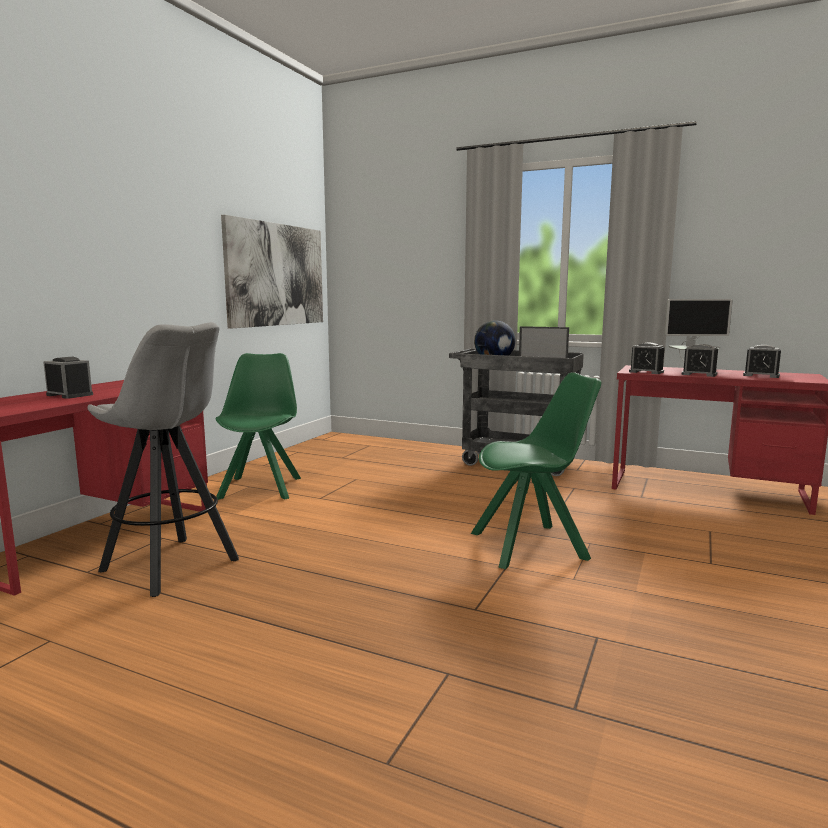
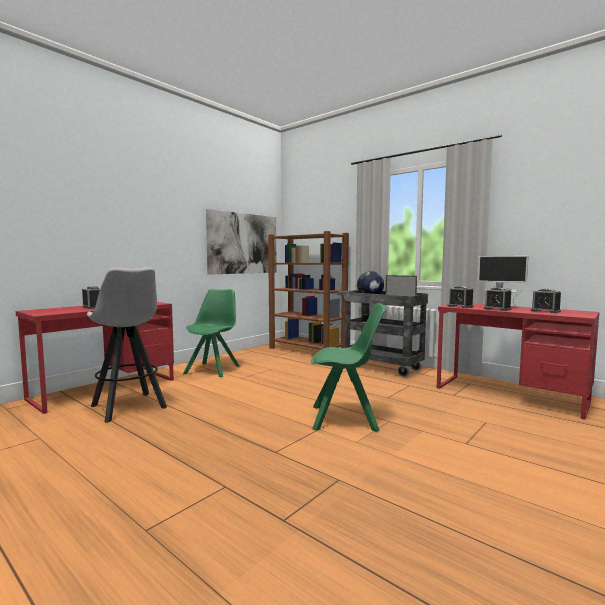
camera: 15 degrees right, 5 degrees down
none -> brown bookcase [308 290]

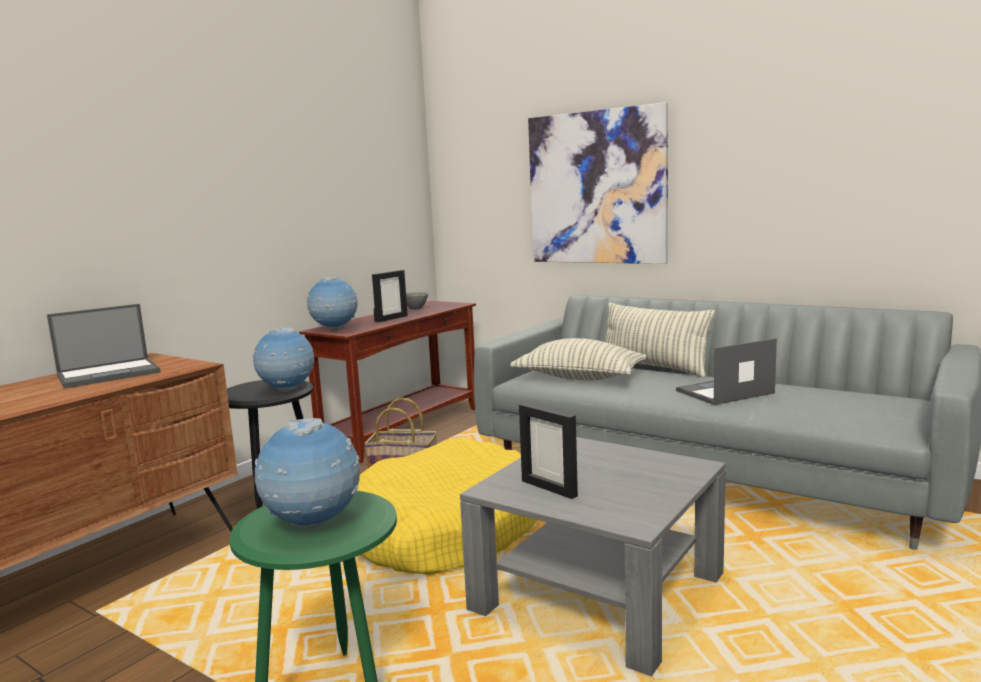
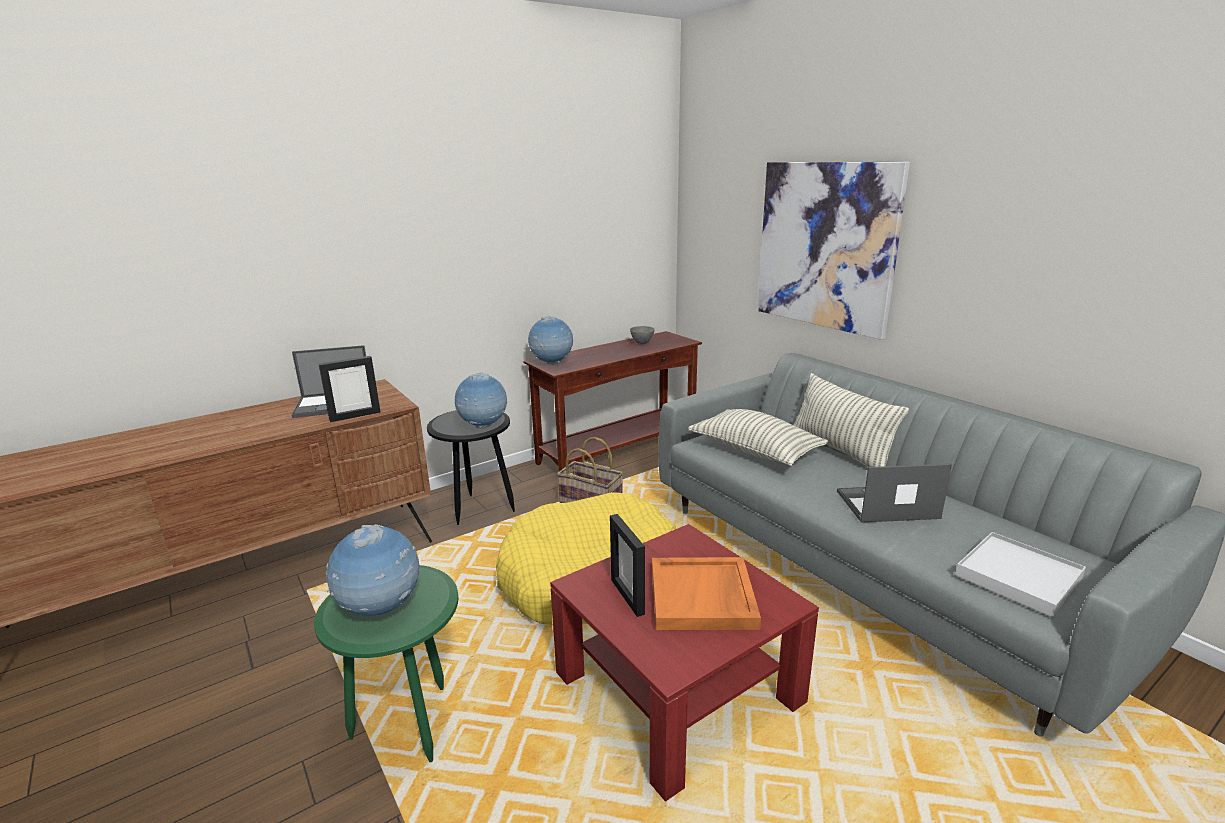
camera: 20 degrees right, 10 degrees up
picture frame [390 296] -> picture frame [350 389], move
grey coffee table [593 556] -> red coffee table [684 662]
none -> orange tray [706 593]
none -> white tray [1020 574]

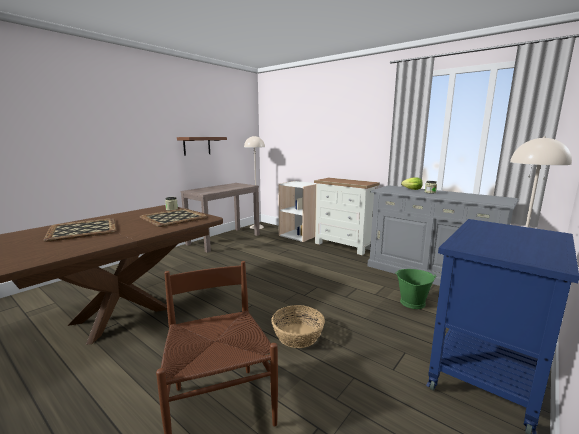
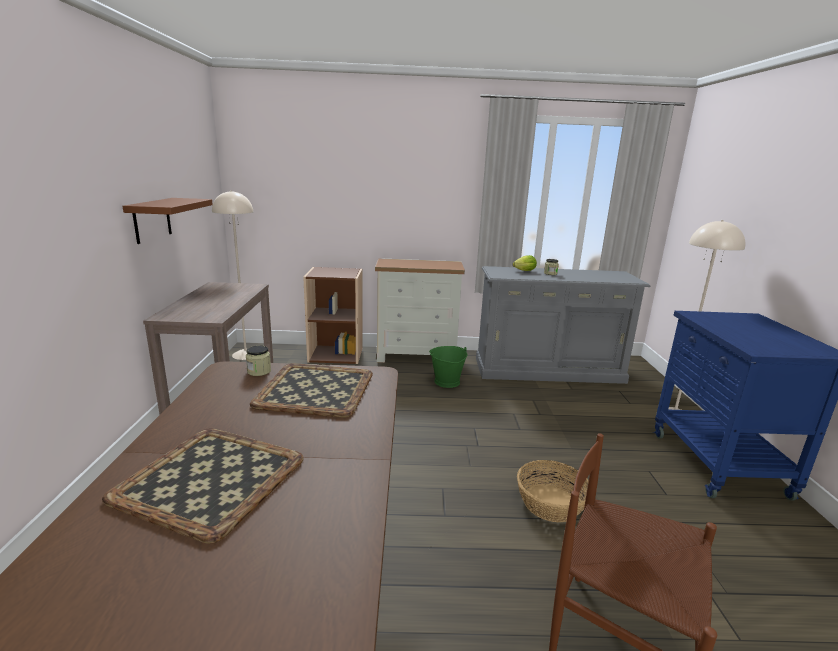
camera: 40 degrees left, 5 degrees up
white bookcase [297 211] -> brown bookcase [333 315]
green bucket [415 289] -> green bucket [448 367], move

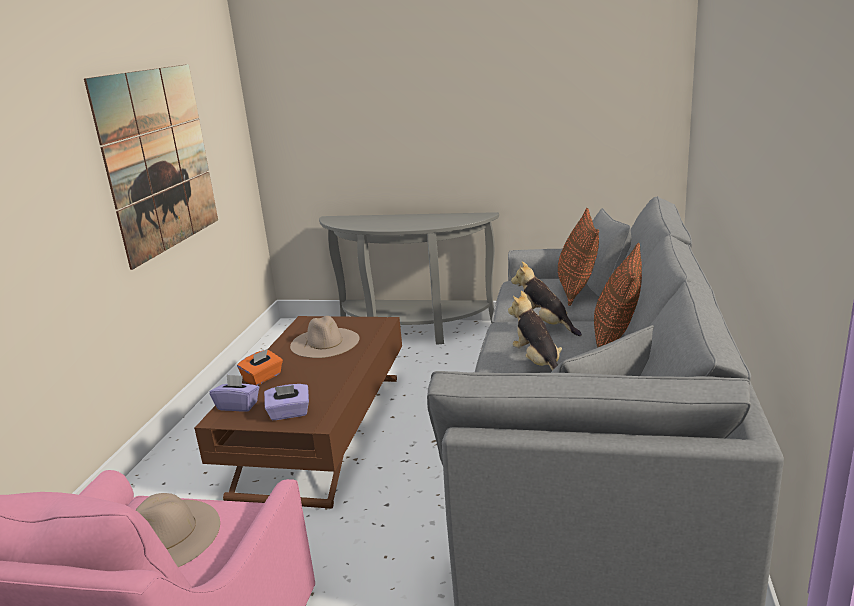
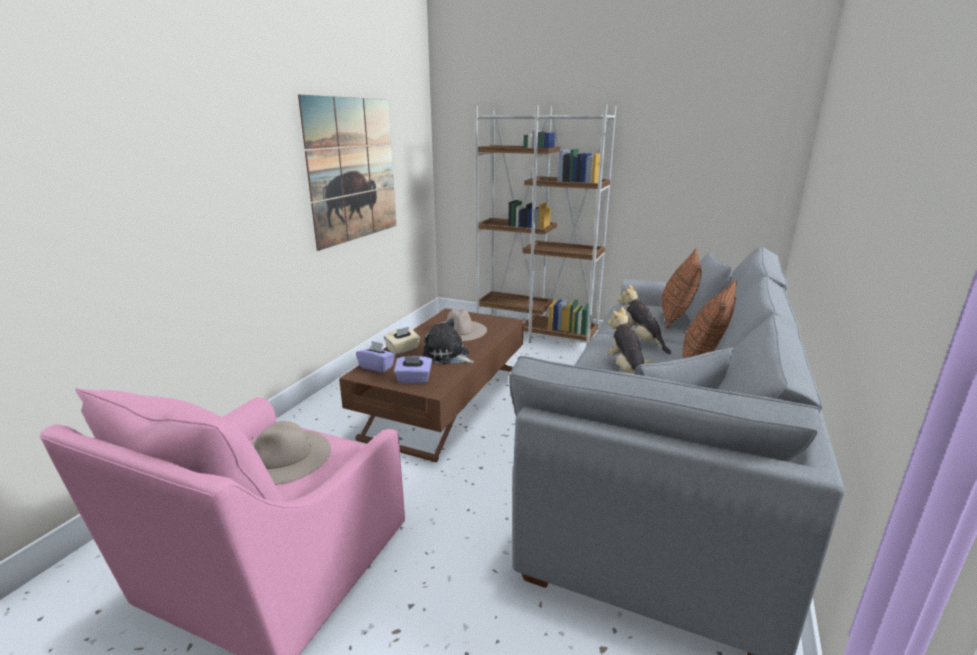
camera: 10 degrees right, 0 degrees up
orange tissue box [260 367] -> beige tissue box [402 340]
none -> plush toy [448 341]
grey console table [409 278] -> brown bookcase [546 225]

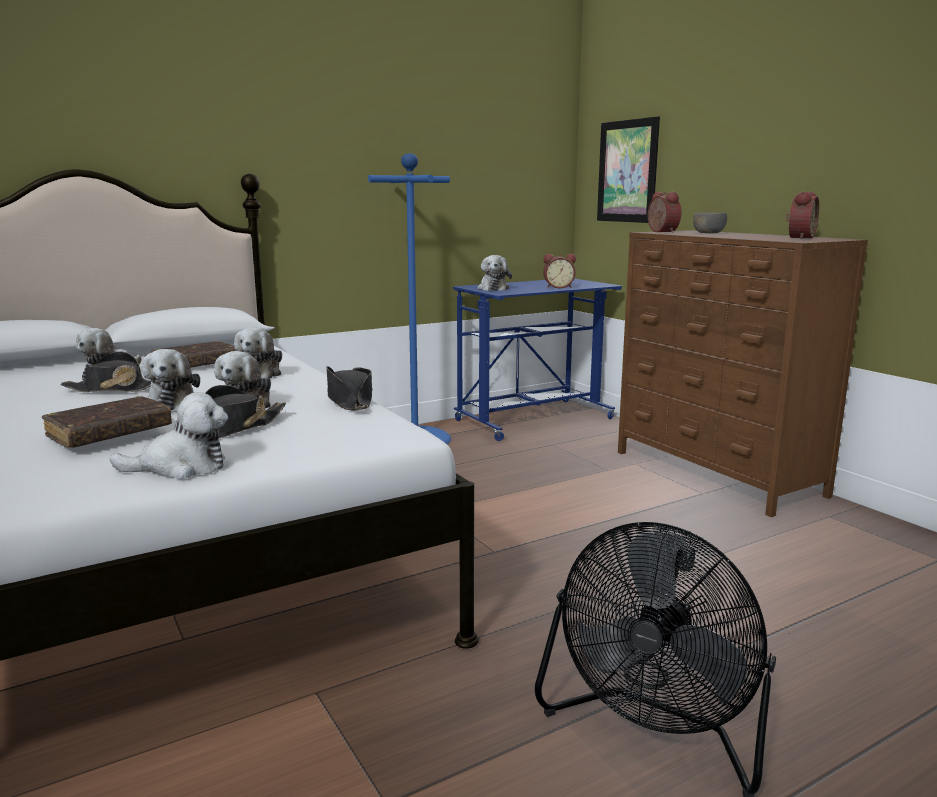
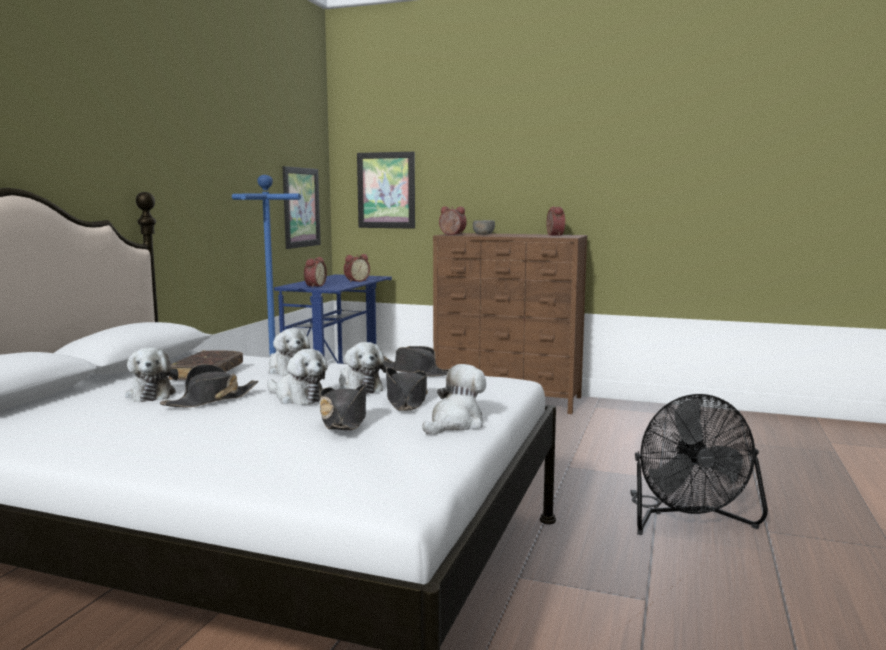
camera: 40 degrees left, 5 degrees down
none -> picture [302 207]
plush toy [494 273] -> alarm clock [315 272]
brown book [107 422] -> black hat [343 406]

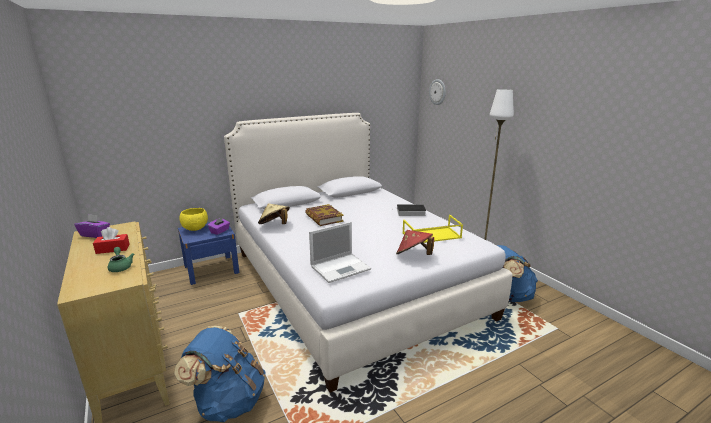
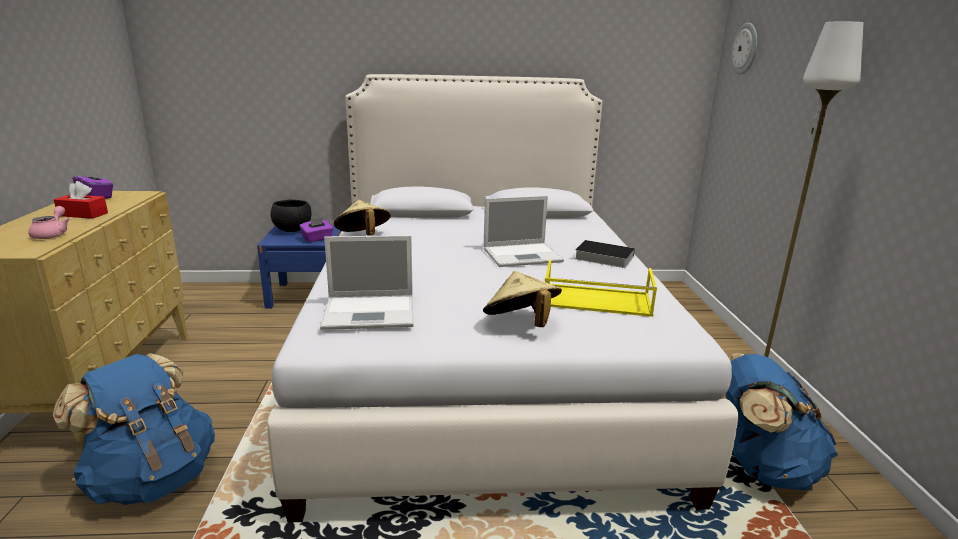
camera: 25 degrees right, 0 degrees up
green teapot [121 259] -> pink teapot [49 222]
yellow bowl [193 219] -> black bowl [291 216]
red hat [415 242] -> beige hat [522 299]
none -> laptop [524 231]
book [324 215] -> none

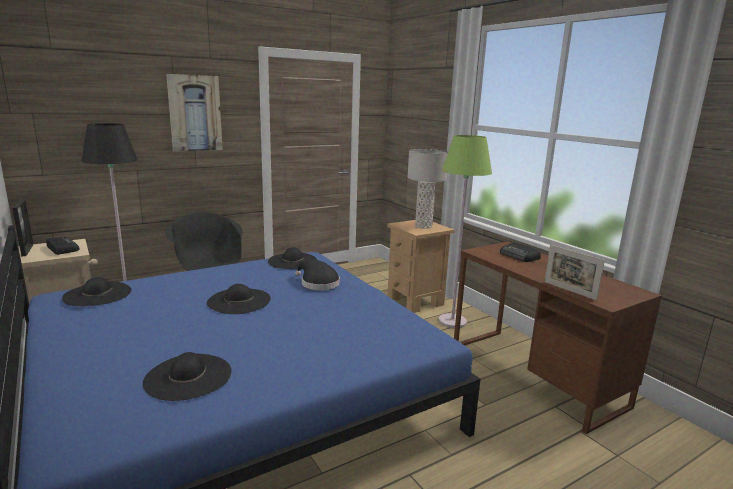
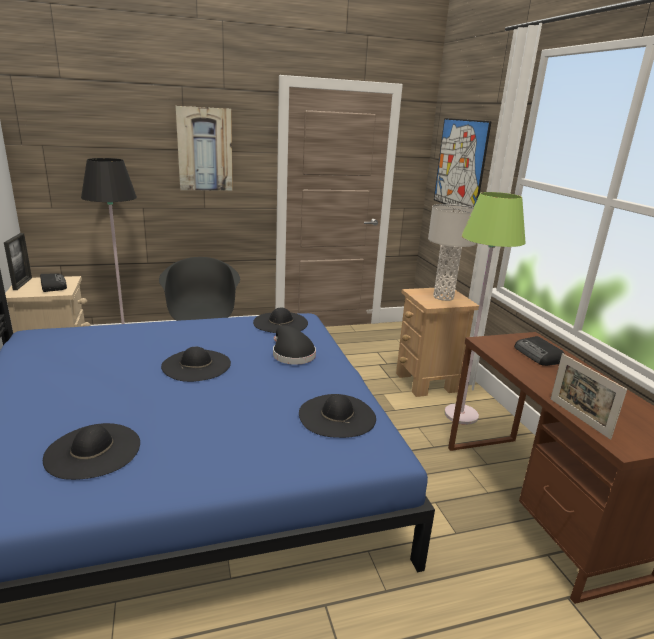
camera: 15 degrees right, 5 degrees up
black hat [96 291] -> black hat [337 416], move
none -> picture [463 162]

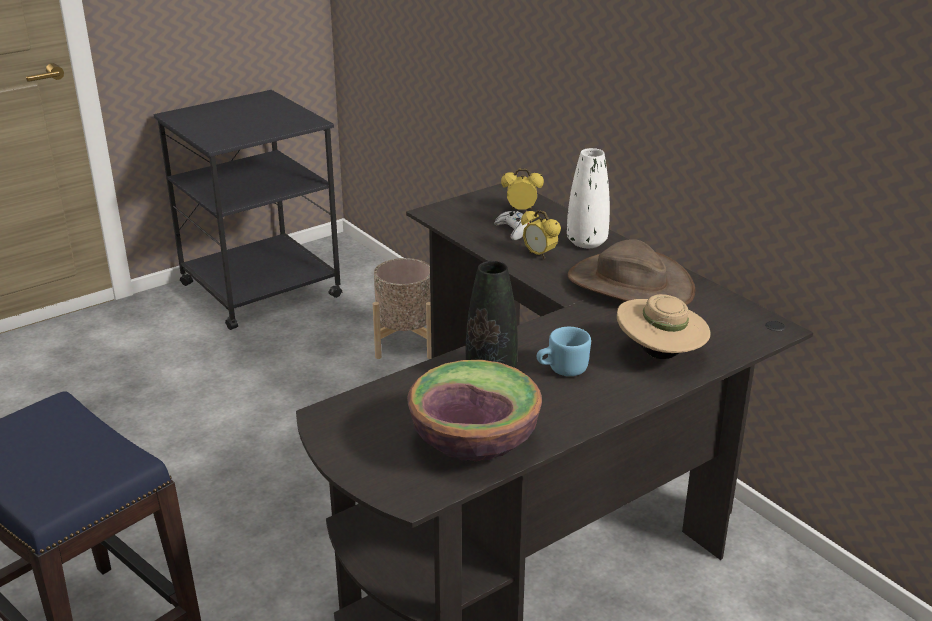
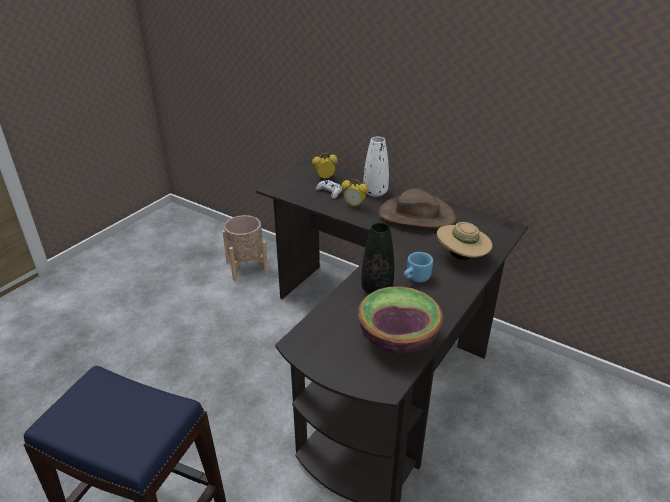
camera: 20 degrees left, 5 degrees up
black cart [248 210] -> none

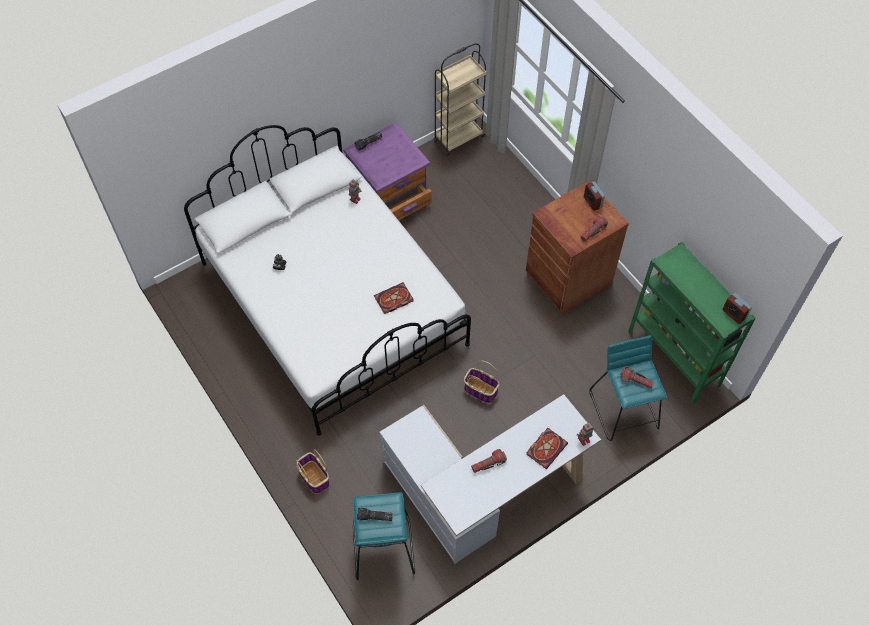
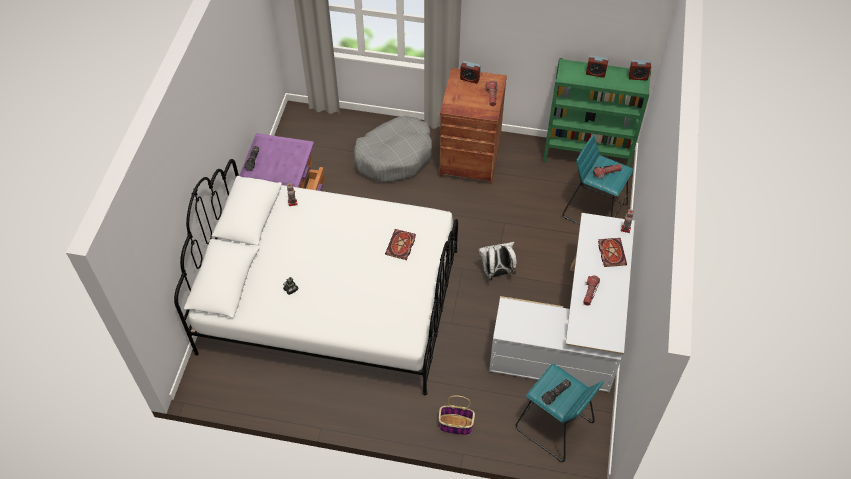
camera: 45 degrees left, 5 degrees down
none -> grey dog bed [393 149]
basket [482 381] -> white backpack [498 261]
none -> alarm clock [597 66]
beige cart [460 99] -> none

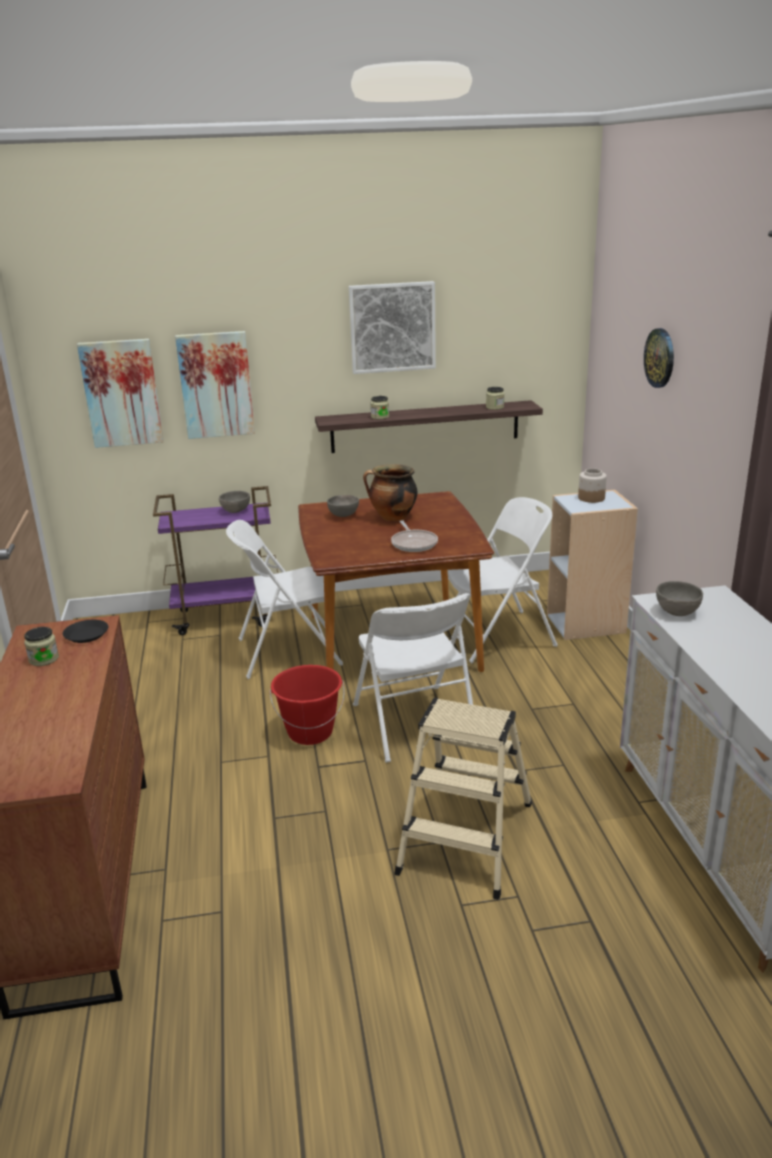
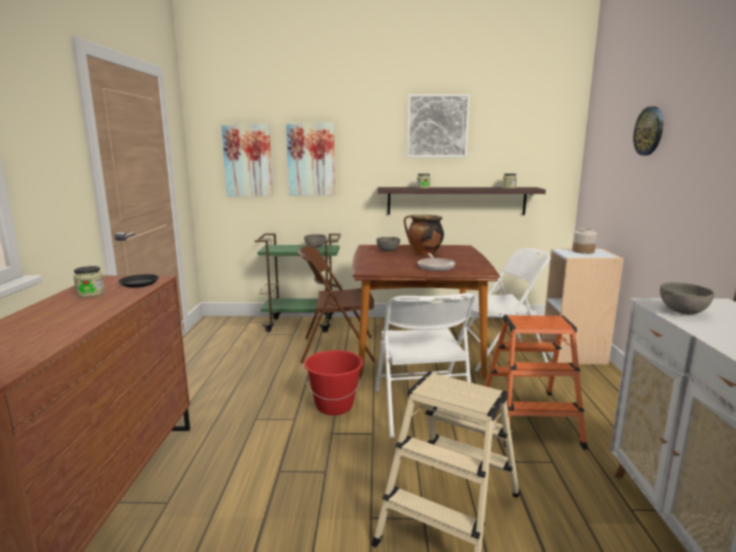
camera: 10 degrees right, 10 degrees down
purple cart [215 560] -> green cart [298 283]
white chair [284 599] -> brown chair [336 305]
none -> orange step ladder [536 382]

